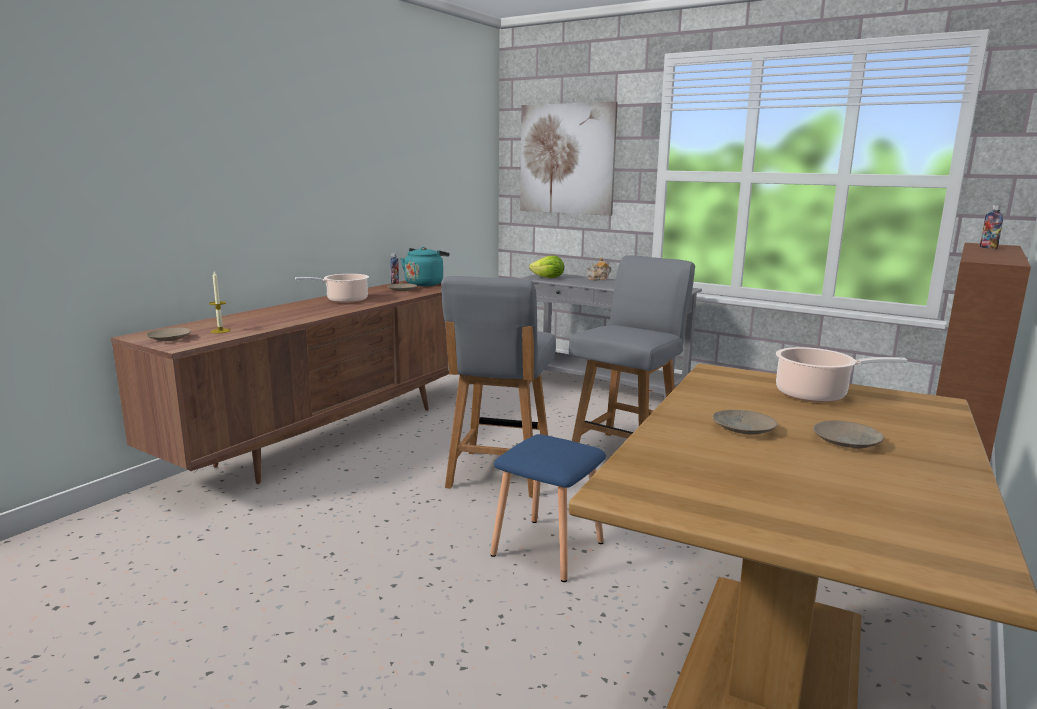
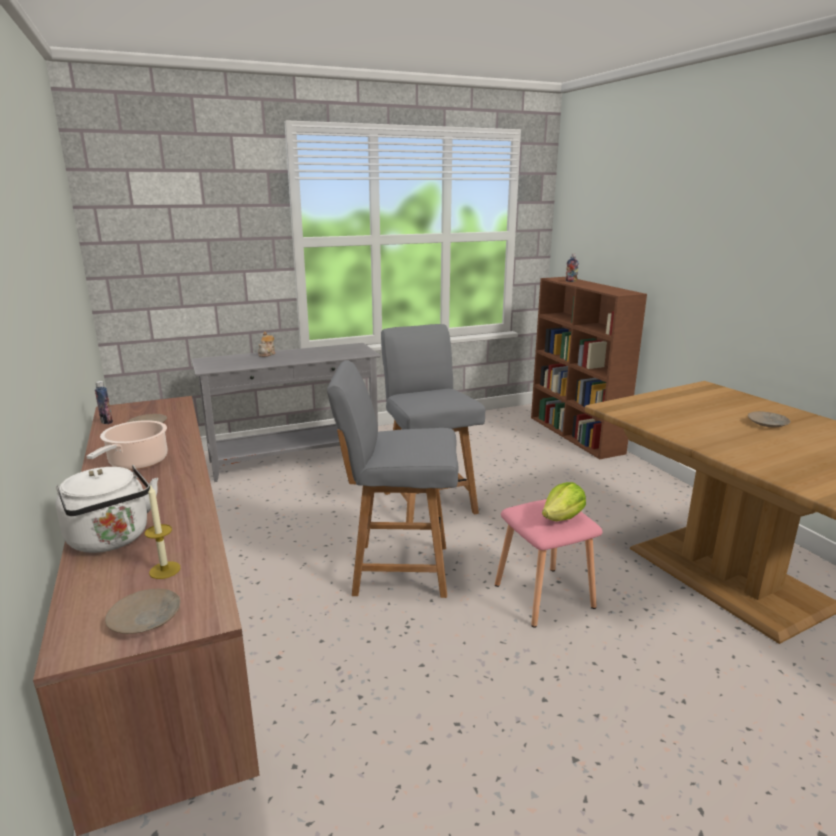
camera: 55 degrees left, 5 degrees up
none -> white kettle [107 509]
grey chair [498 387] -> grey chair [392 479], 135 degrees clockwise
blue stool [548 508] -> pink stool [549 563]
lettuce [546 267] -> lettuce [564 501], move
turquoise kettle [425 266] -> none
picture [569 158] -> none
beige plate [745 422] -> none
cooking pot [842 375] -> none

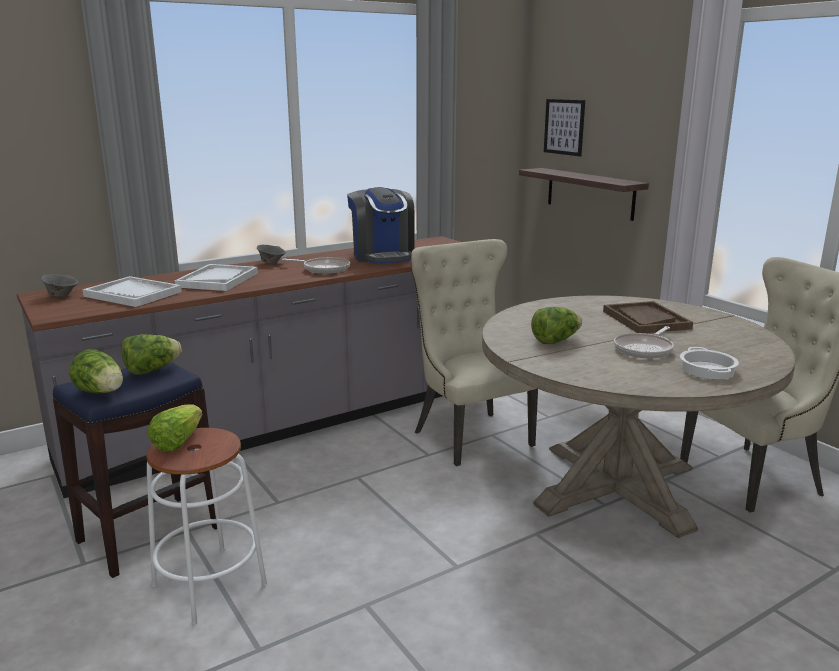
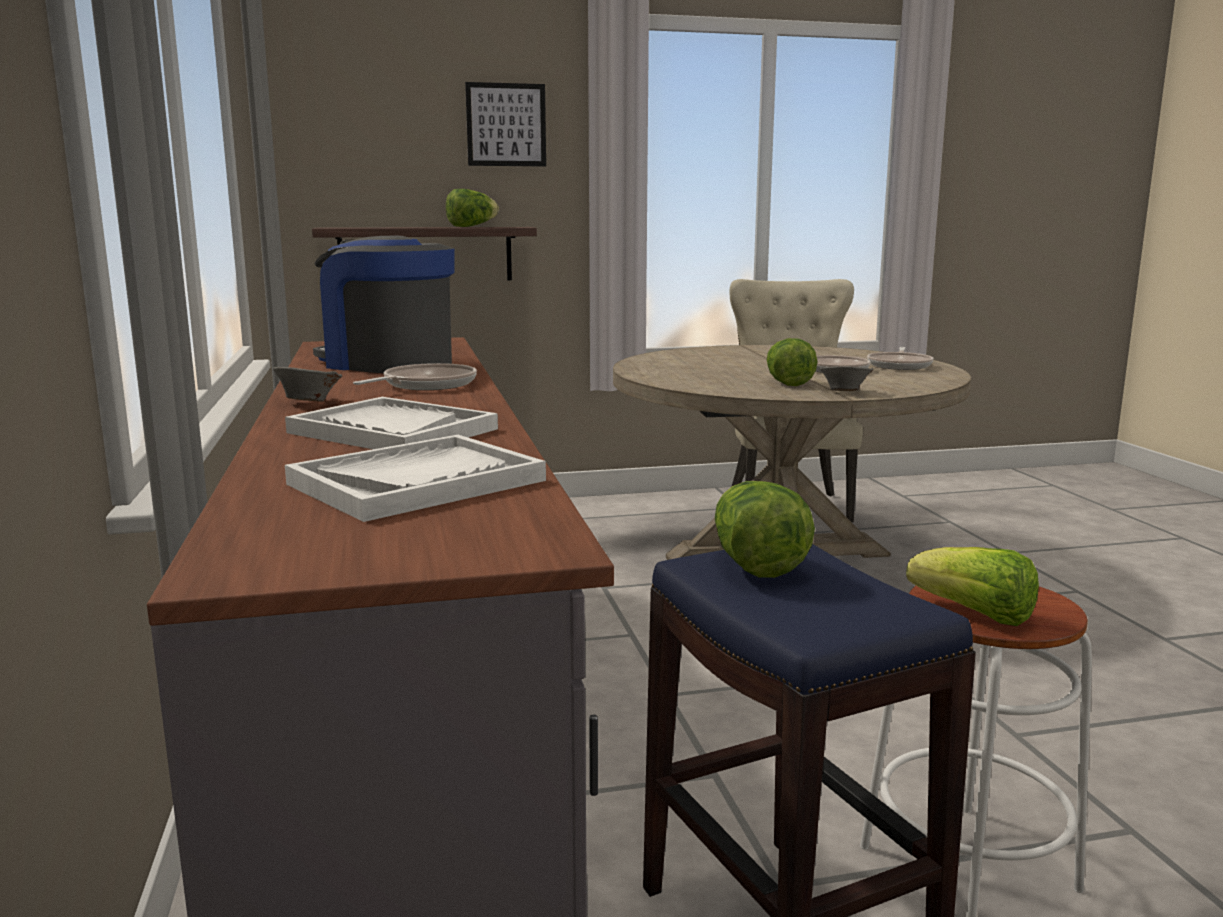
camera: 70 degrees left, 5 degrees down
coffee machine [381 225] -> coffee machine [384 304], 150 degrees counterclockwise
lettuce [96 371] -> lettuce [472 208], move
picture [564 127] -> picture [505 124], move
grey bowl [60 285] -> grey bowl [846 378], move
cooking pot [709 363] -> frying pan [900 358]
beige chair [474 352] -> none
brown tray [648 317] -> none

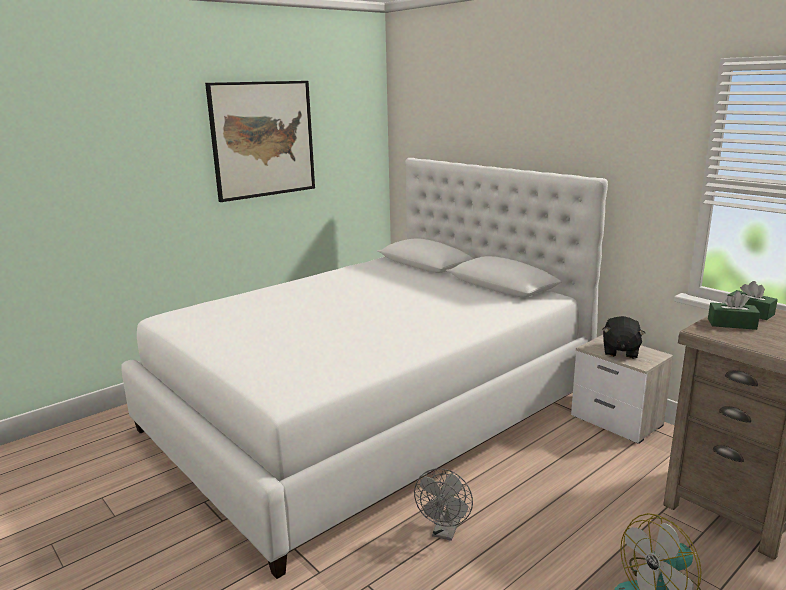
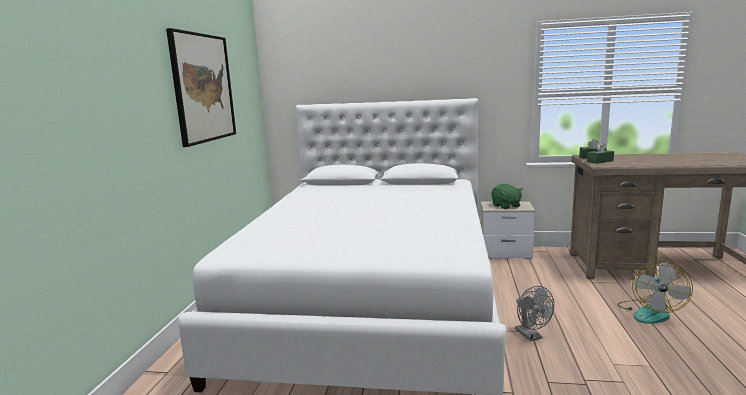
camera: 40 degrees left, 5 degrees down
black plush toy [624 337] -> green plush toy [507 196]

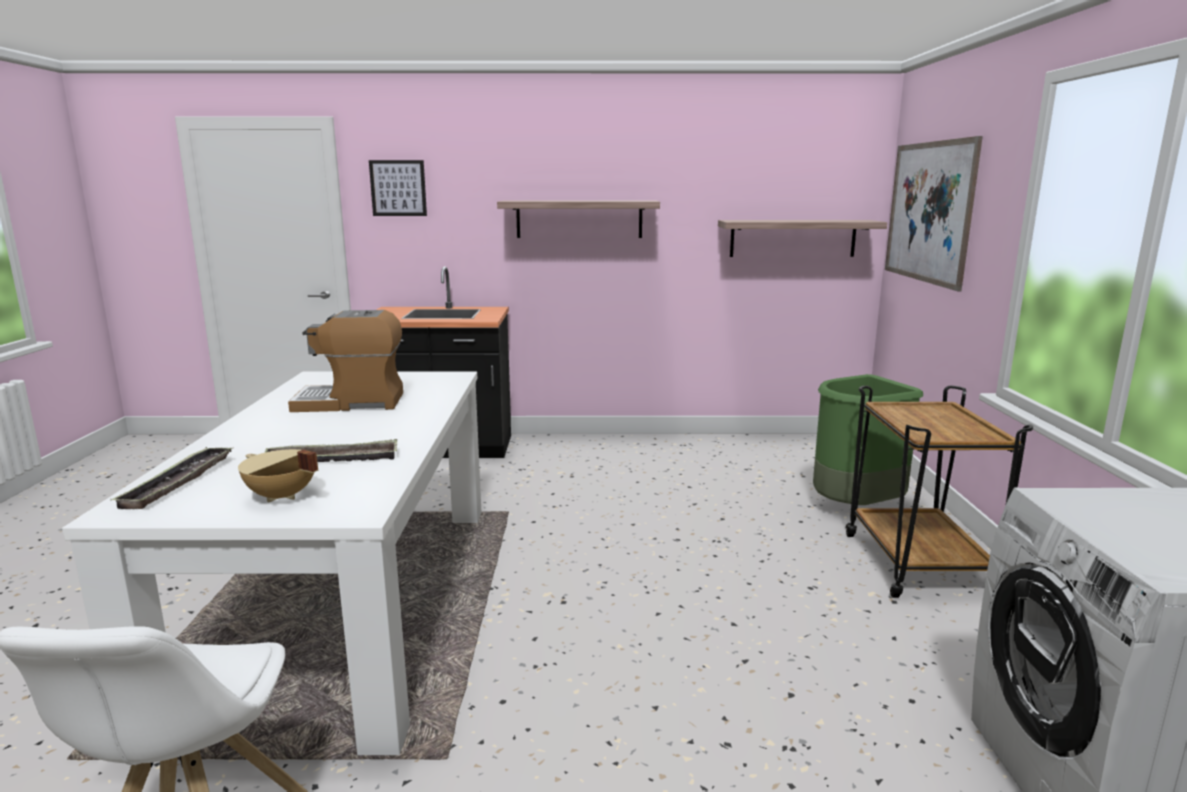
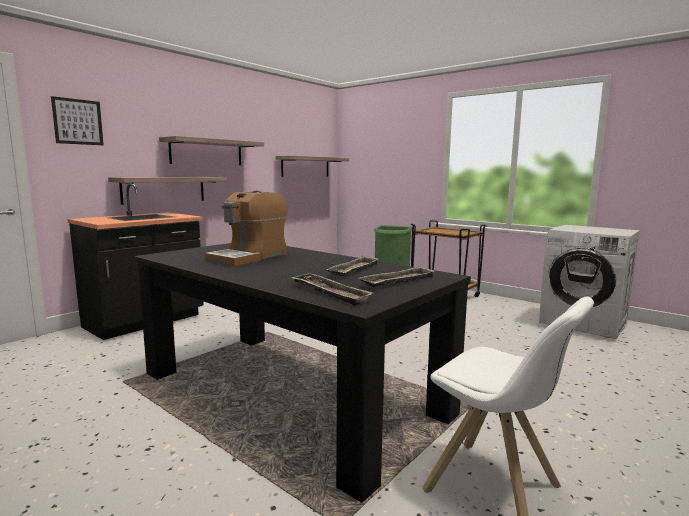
camera: 50 degrees left, 5 degrees down
none -> shelf [167 191]
white dining table [271 563] -> black dining table [303 373]
beige cooking pot [278 475] -> tray [396 276]
picture [934 213] -> none

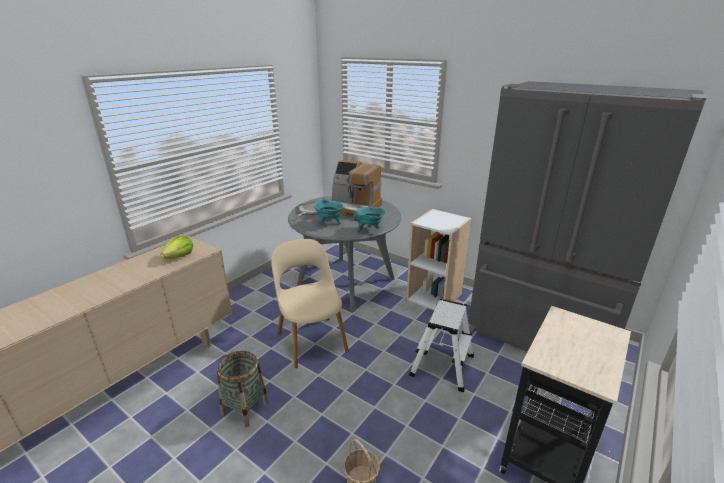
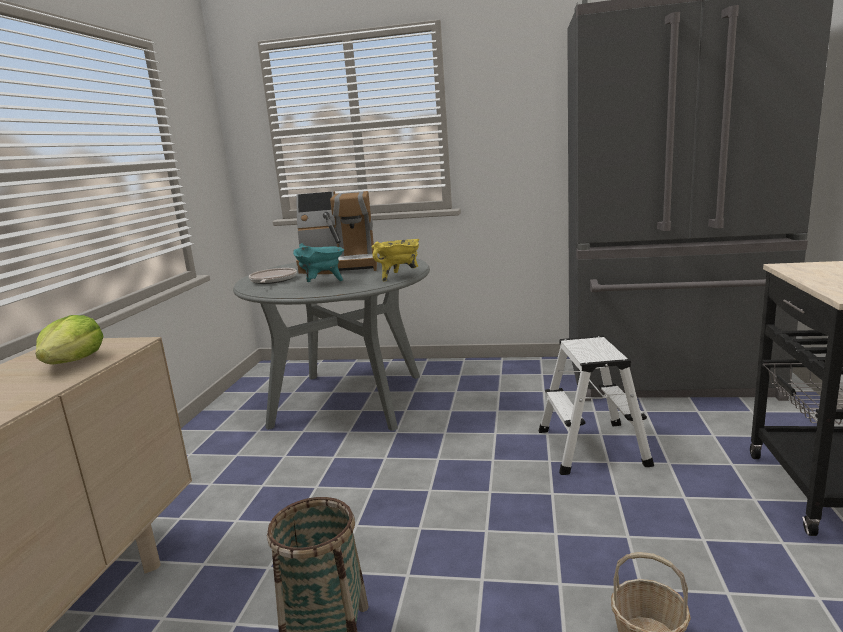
camera: 25 degrees left, 10 degrees down
turquoise cooking pot [369 219] -> yellow cooking pot [395 260]
beige chair [310 303] -> none
bookcase [438 260] -> none

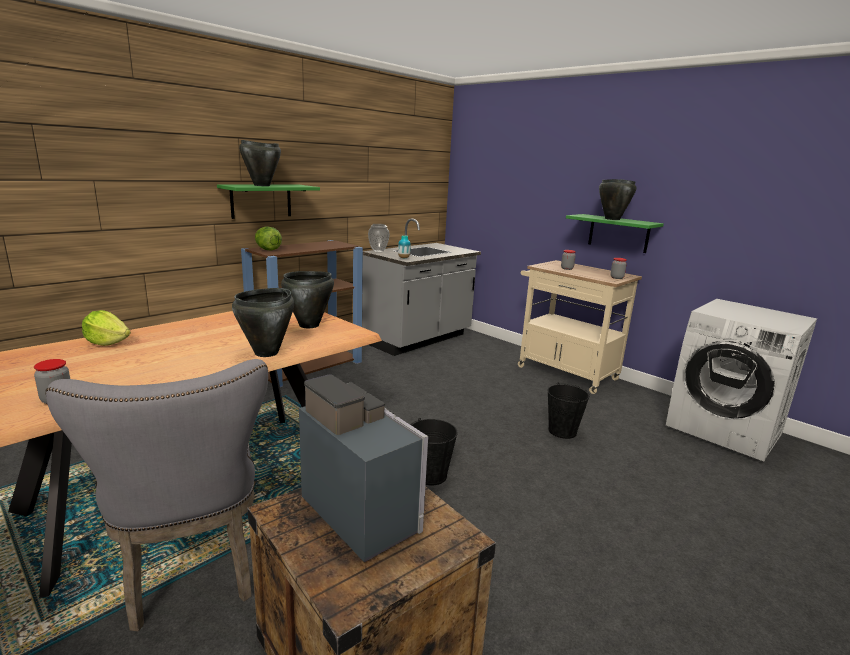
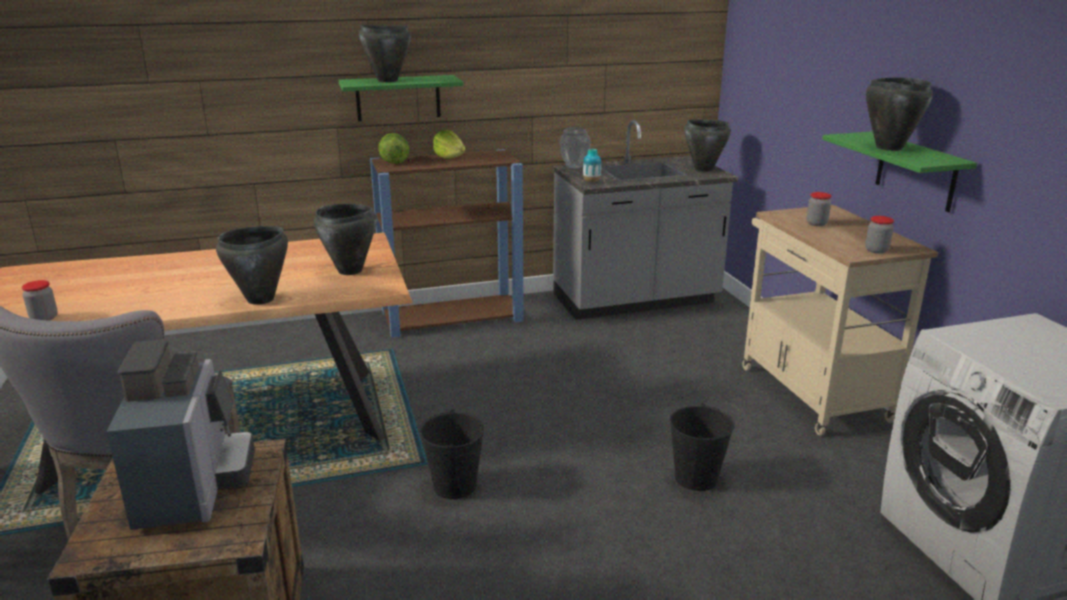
camera: 30 degrees right, 5 degrees up
lettuce [106 328] -> lettuce [449 144], move
none -> black cooking pot [707 145]

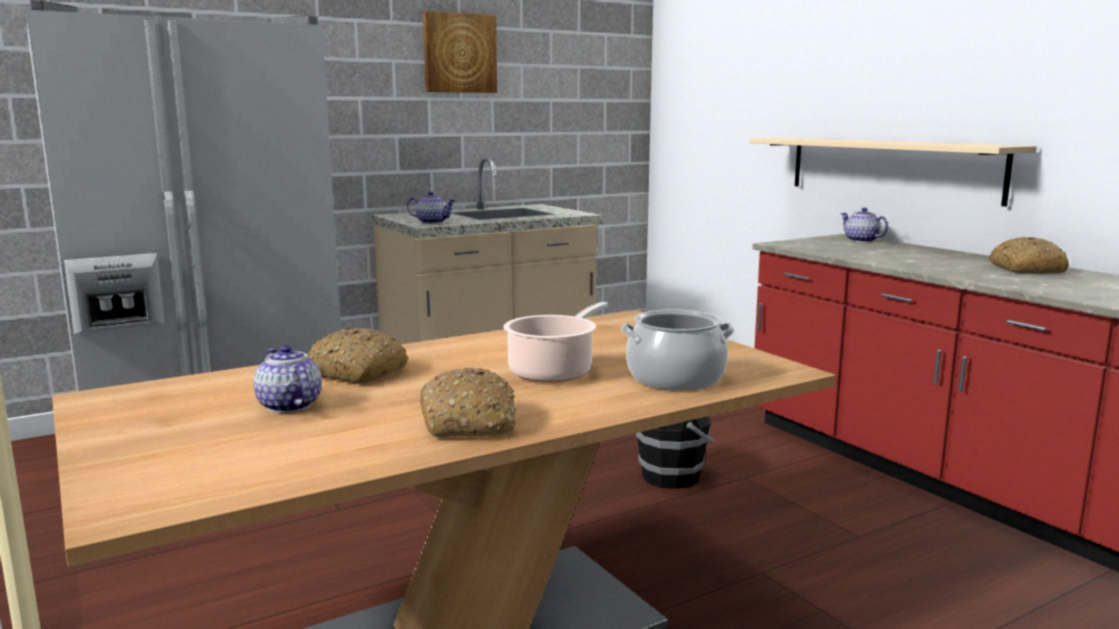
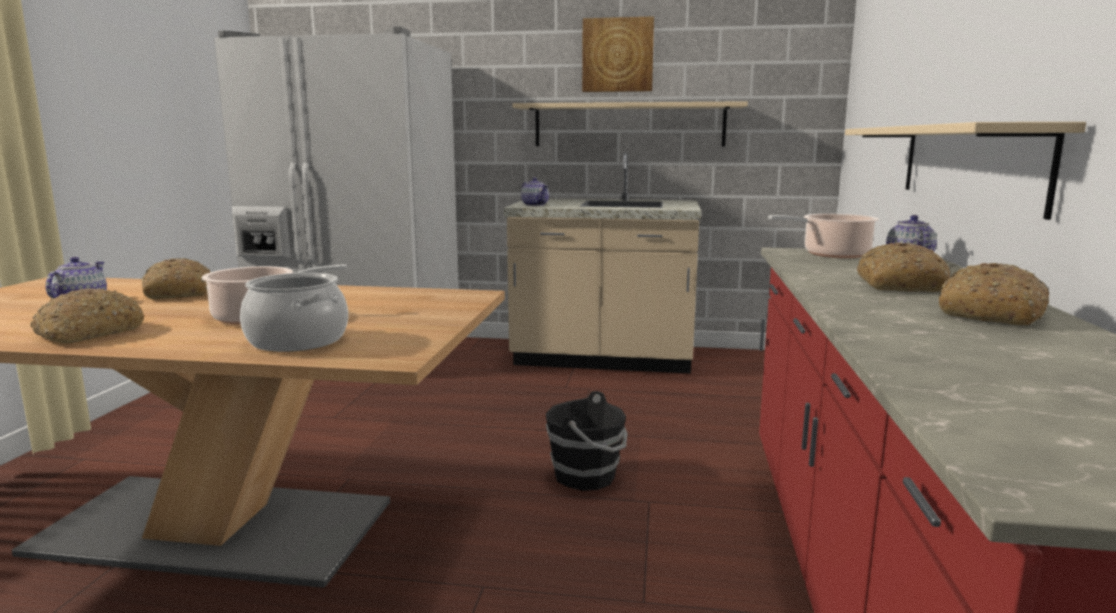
camera: 40 degrees right, 0 degrees up
none -> beige shelf [630 123]
none -> cooking pot [823 236]
none -> bread [903 267]

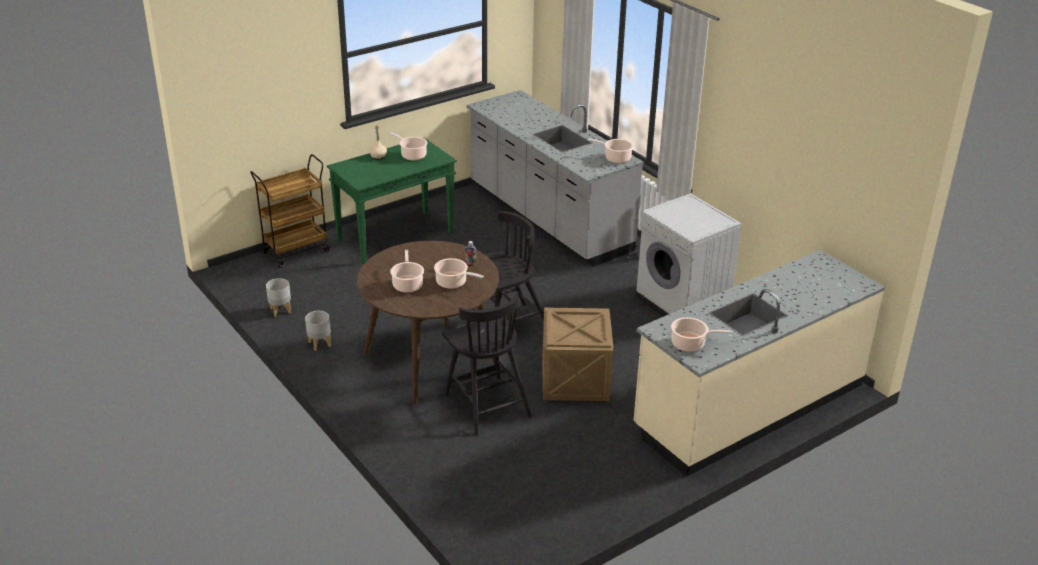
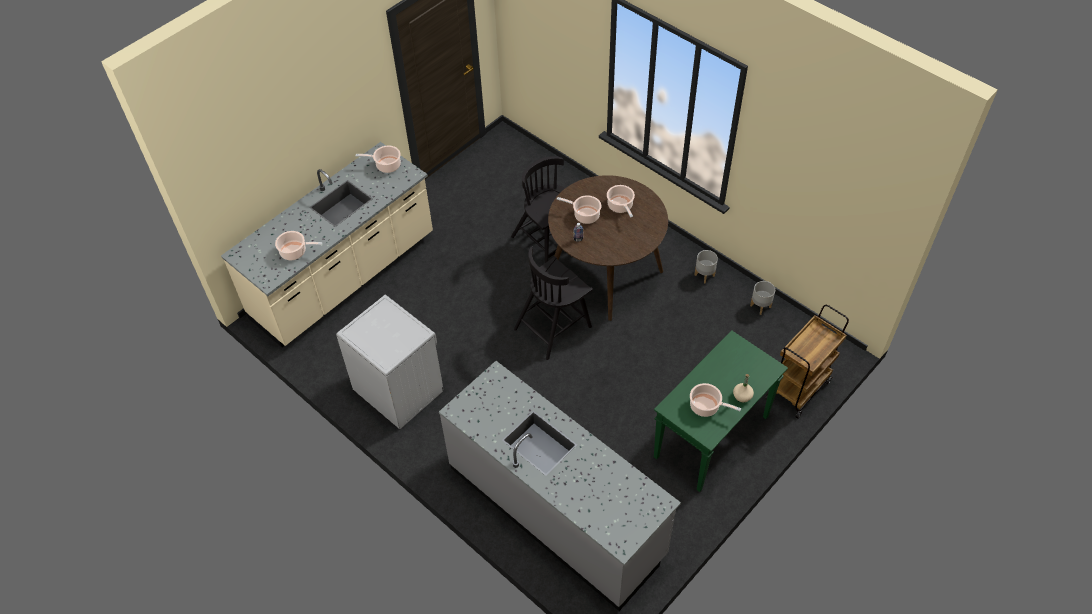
camera: 170 degrees right, 20 degrees up
cooking pot [610 150] -> cooking pot [298 245], move
crate [577 354] -> none

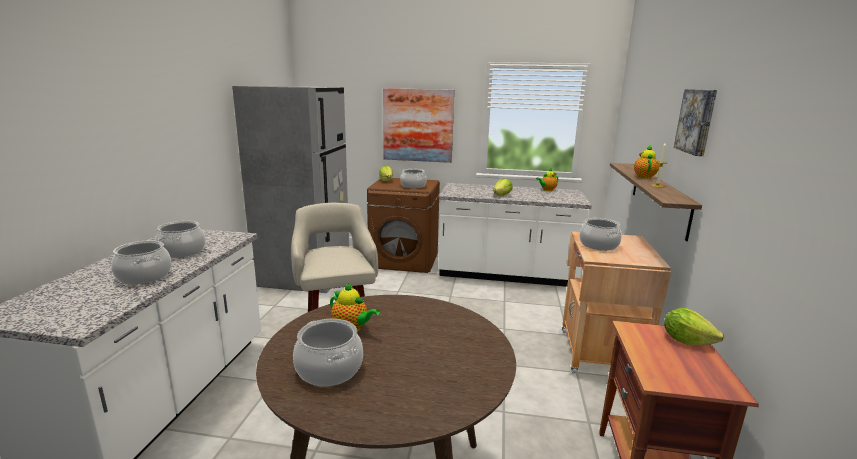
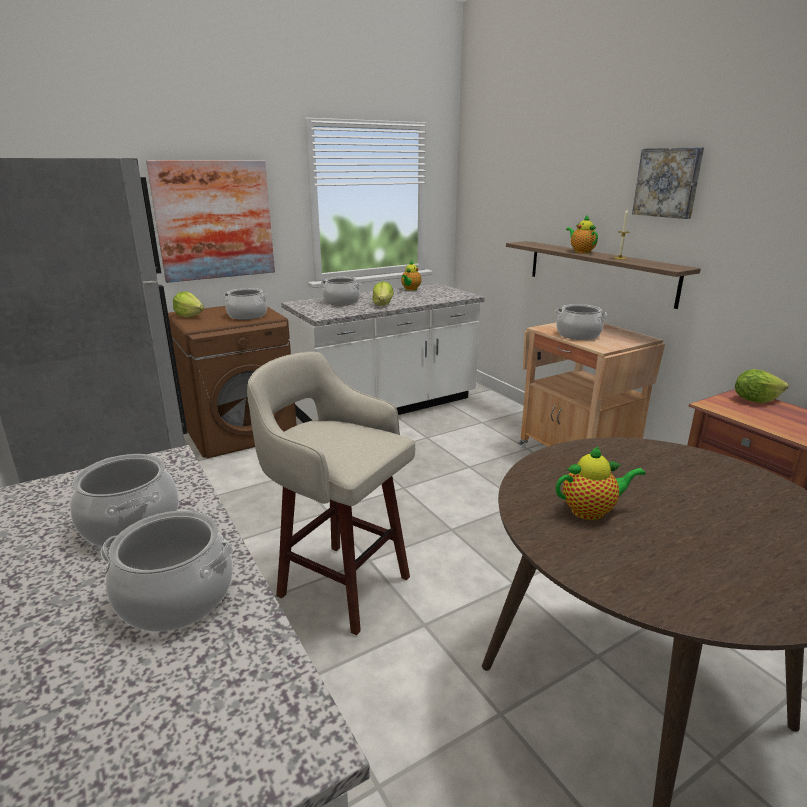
camera: 40 degrees left, 5 degrees up
cooking pot [328 352] -> cooking pot [341 291], move

